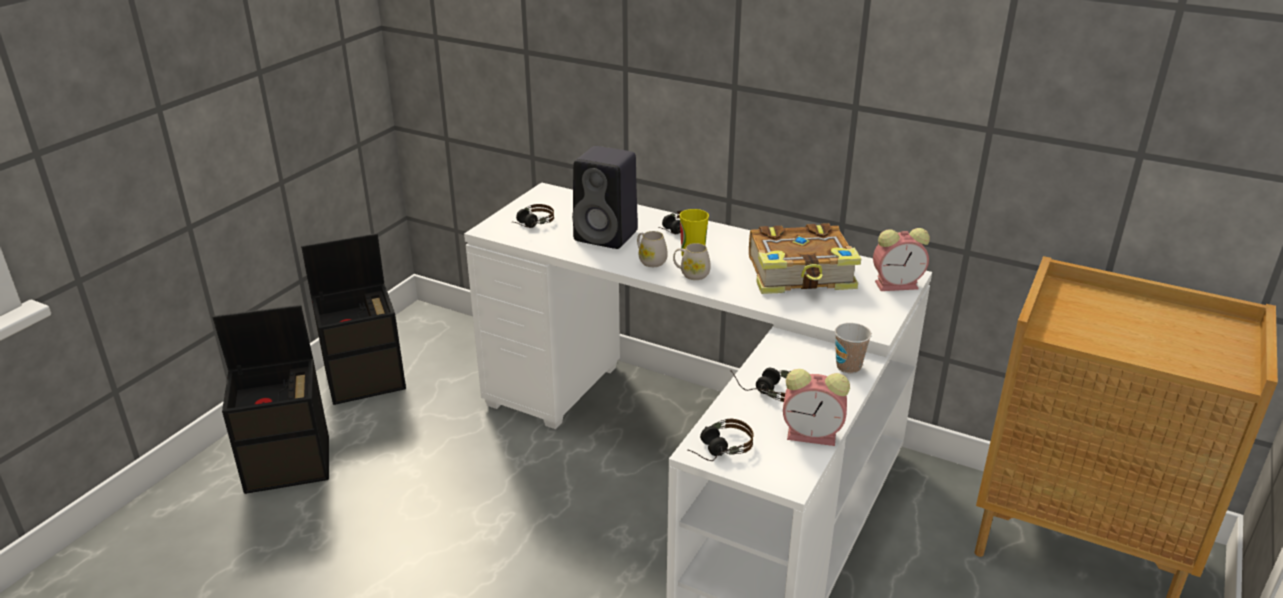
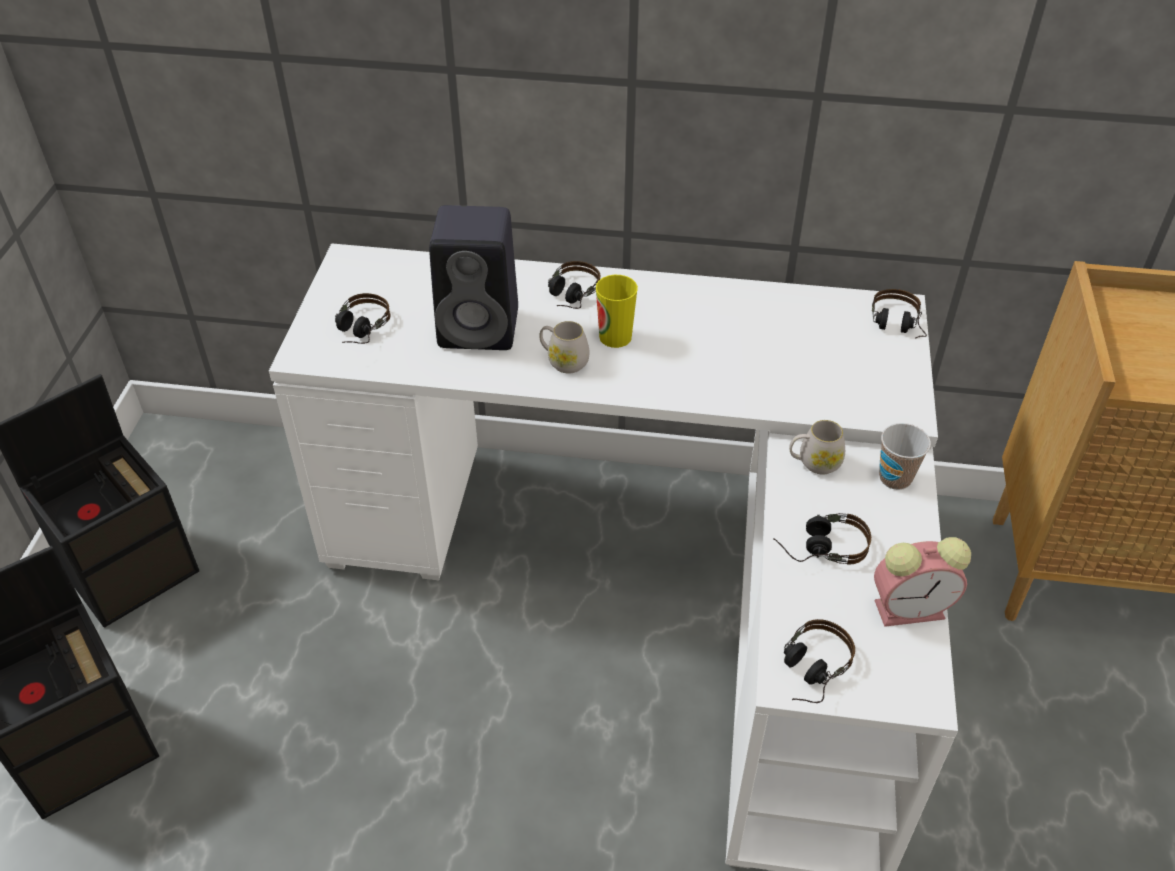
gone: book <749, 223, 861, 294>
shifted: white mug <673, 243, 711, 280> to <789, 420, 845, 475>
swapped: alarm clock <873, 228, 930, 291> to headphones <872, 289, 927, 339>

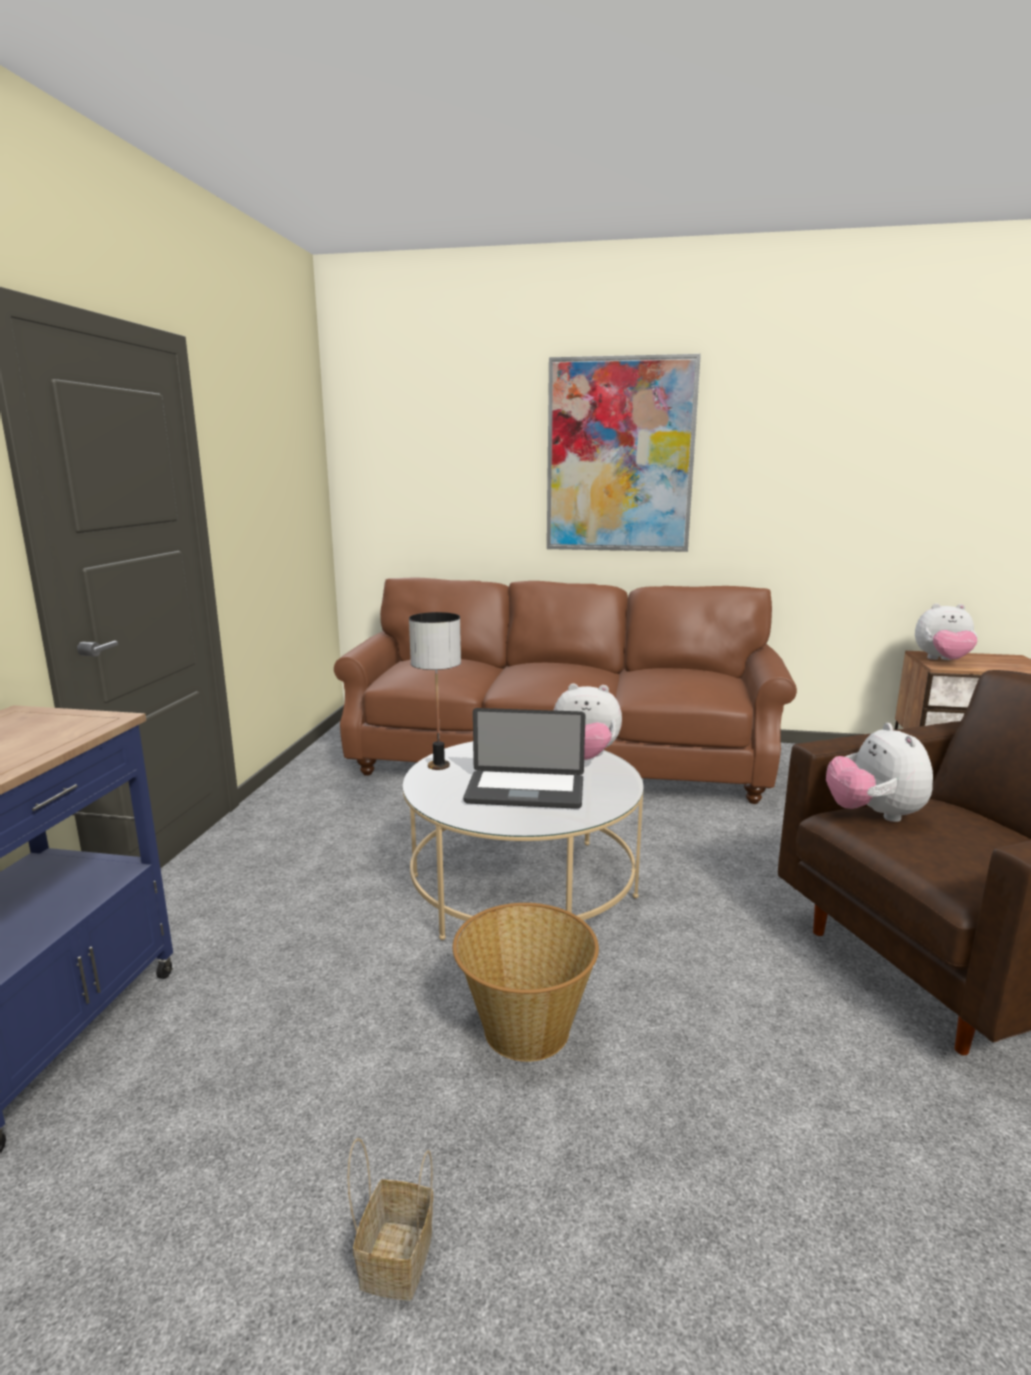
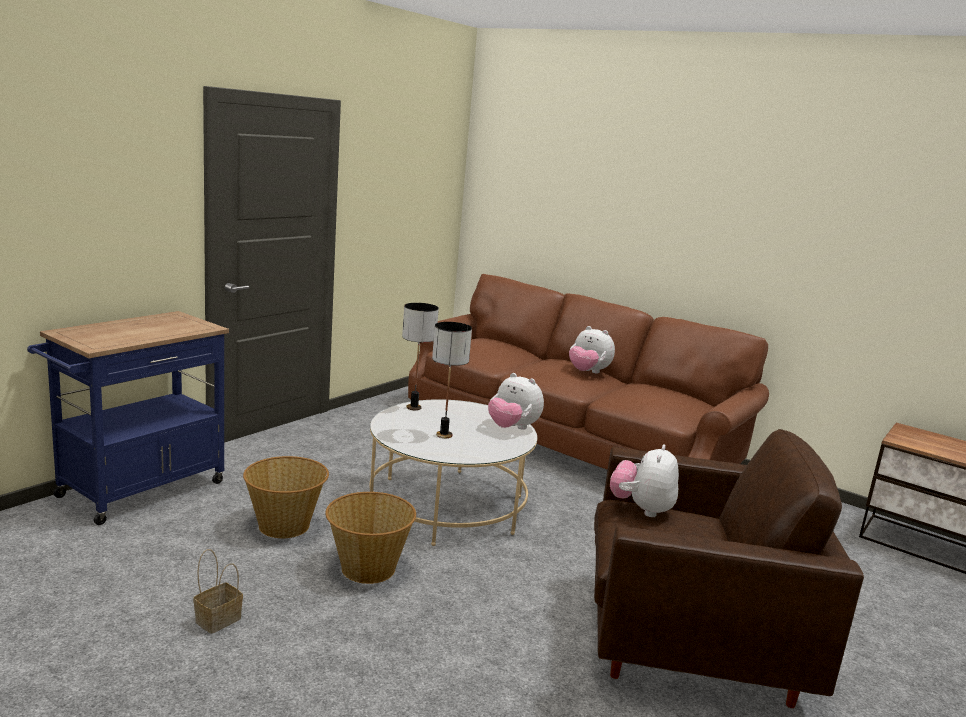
gone: picture <547, 354, 701, 552>
new: basket <243, 456, 329, 538>
shifted: plush toy <915, 603, 978, 660> to <569, 326, 615, 374>
swapped: laptop <464, 708, 585, 809> to table lamp <432, 322, 472, 438>

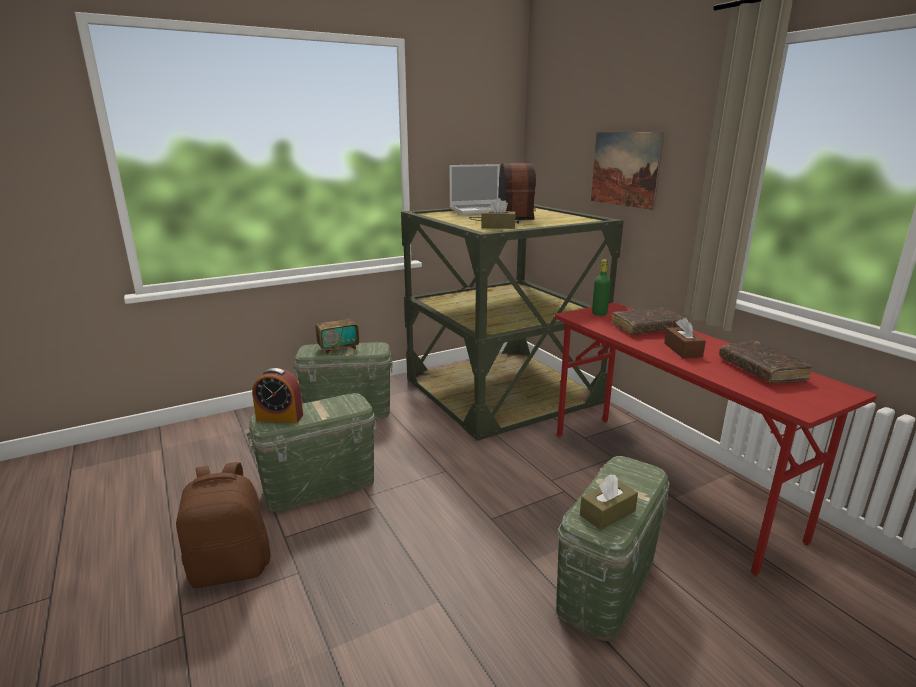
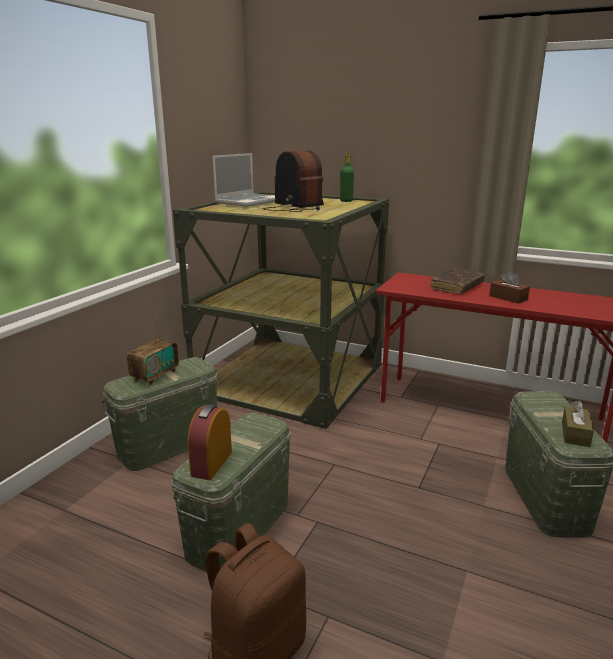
gone: brown tissue box <481, 198, 516, 229>; picture <591, 132, 664, 210>; brown book <719, 341, 812, 383>
shifted: green bottle <592, 260, 611, 316> to <340, 153, 354, 202>
rotated: alarm clock <252, 368, 303, 423> = <188, 404, 232, 480> 135 degrees clockwise

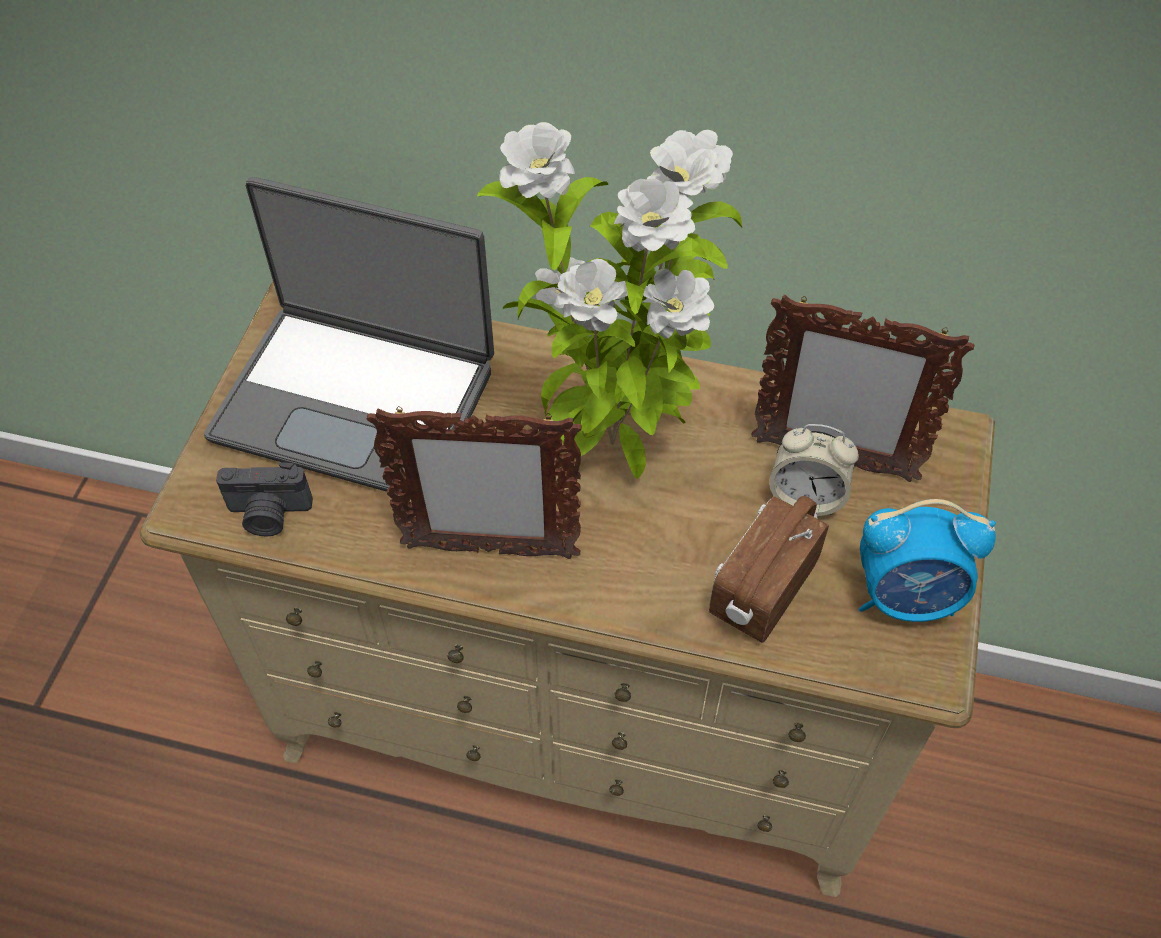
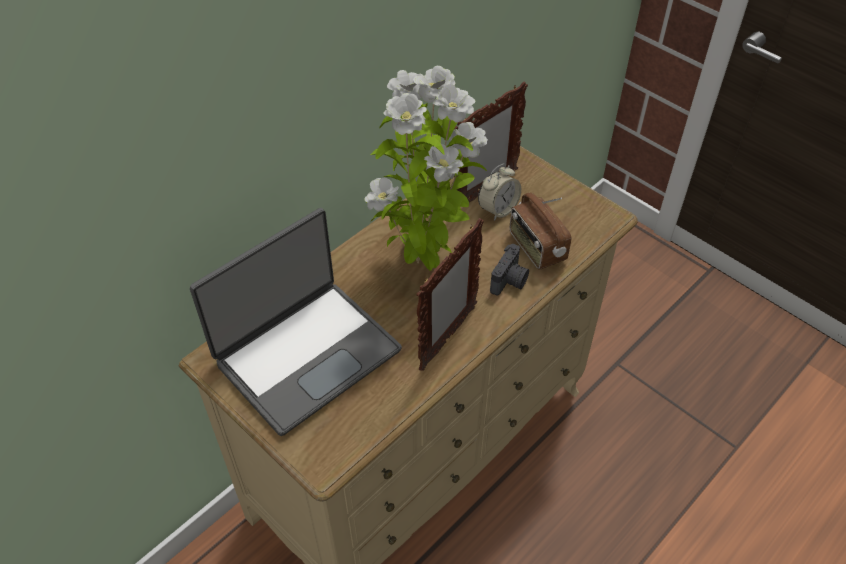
gone: alarm clock <859, 499, 996, 622>
shifted: photo camera <216, 462, 313, 537> to <490, 244, 529, 296>

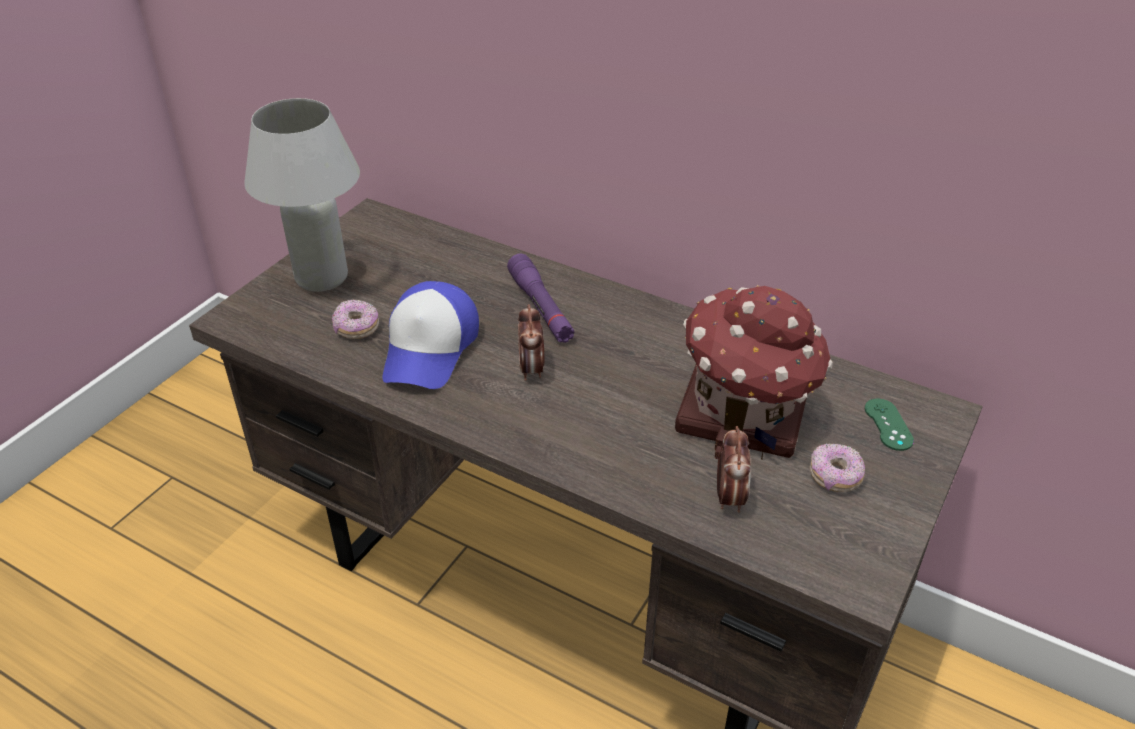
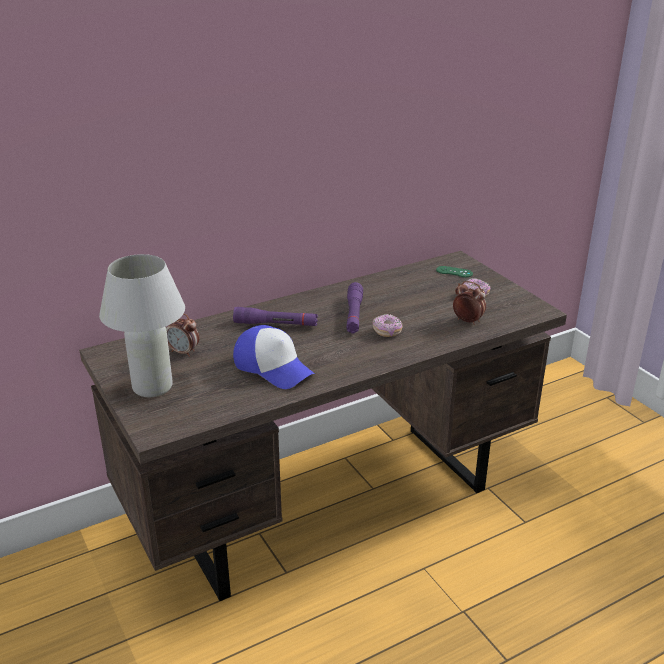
gone: toy house <675, 285, 833, 459>
new: purple flashlight <347, 282, 363, 333>
shifted: donut <332, 300, 379, 339> to <372, 314, 403, 337>; alarm clock <518, 304, 544, 381> to <166, 313, 199, 357>

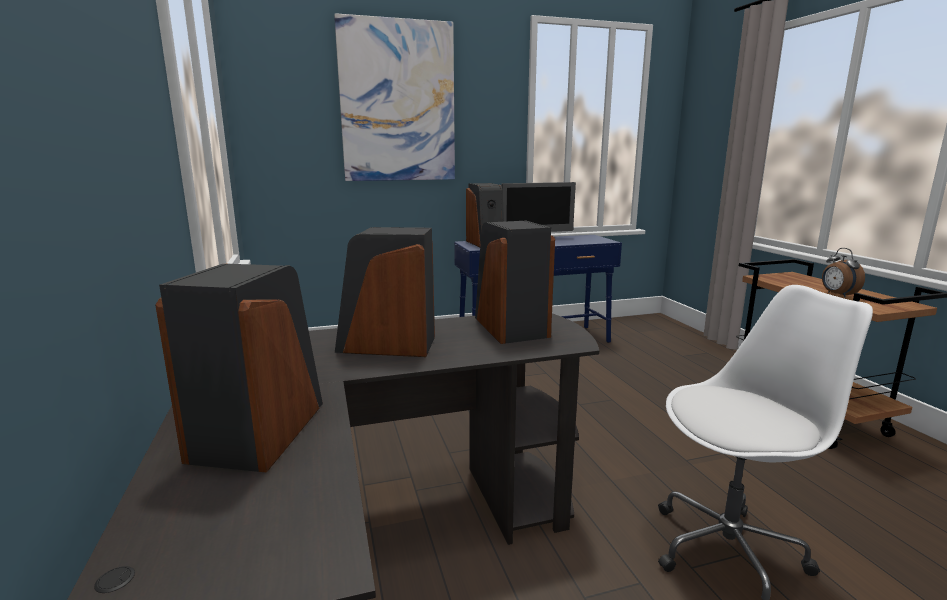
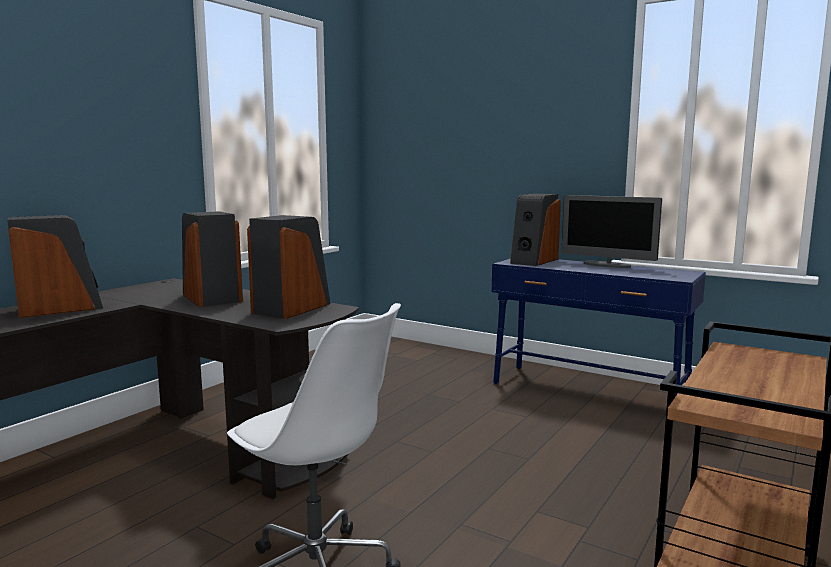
gone: picture <334, 13, 455, 181>; alarm clock <822, 248, 865, 297>

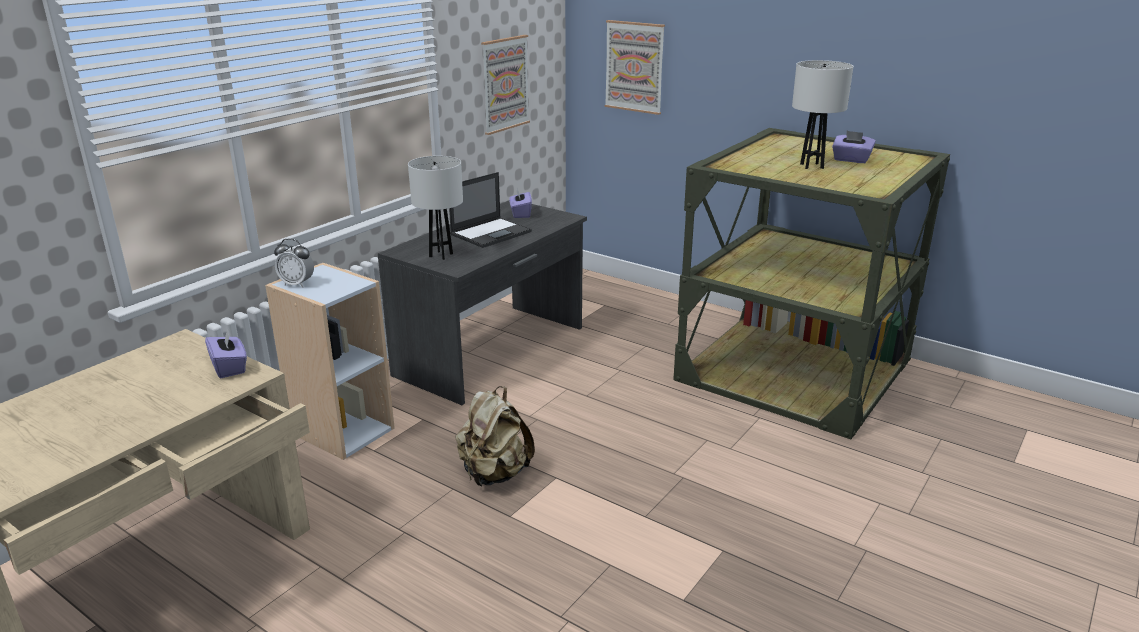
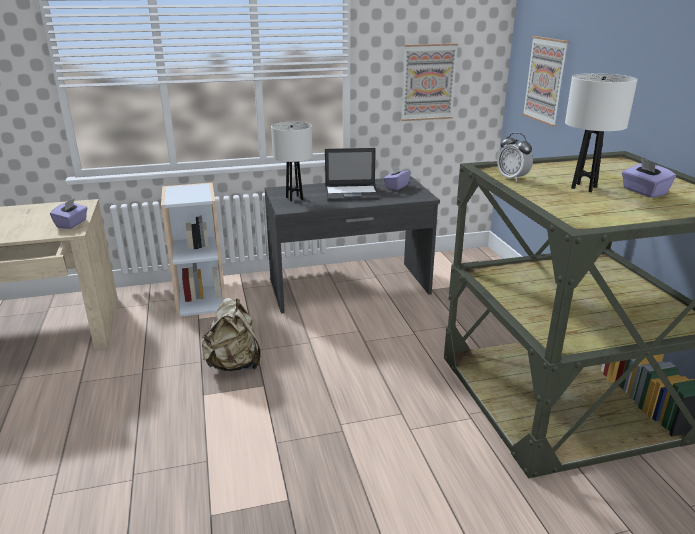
shifted: alarm clock <274, 239, 314, 287> to <497, 132, 533, 182>

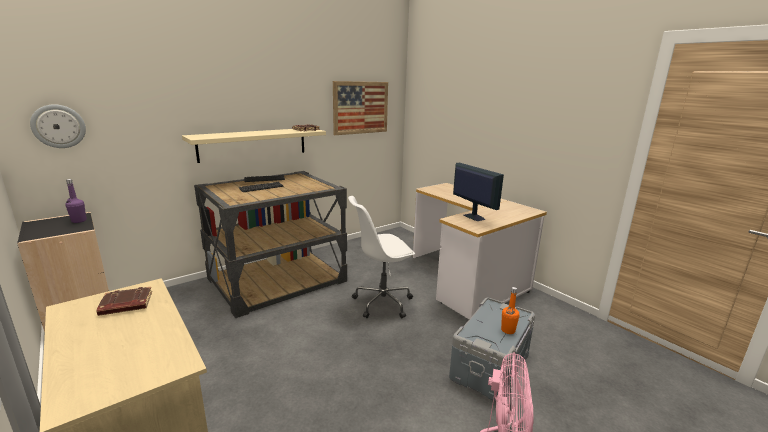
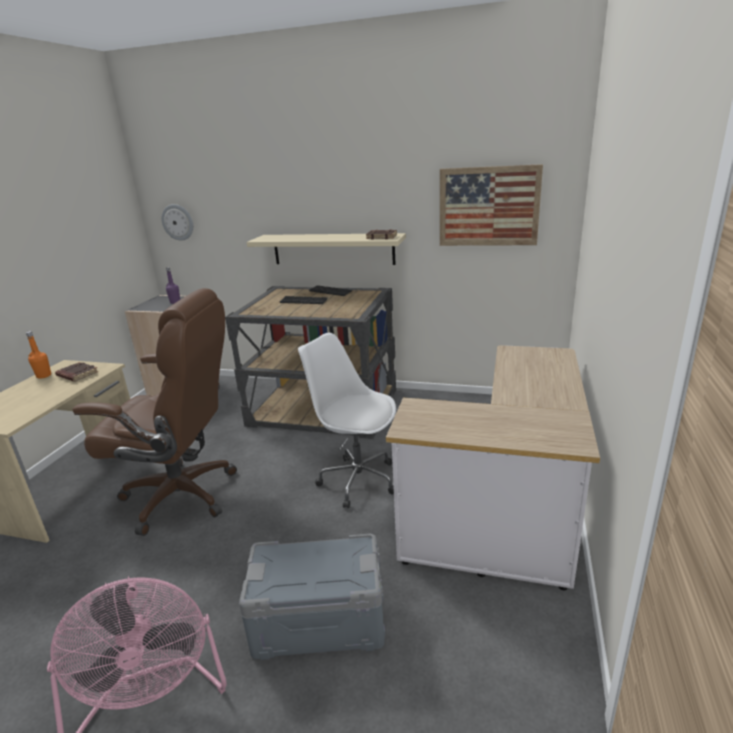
gone: monitor <453, 163, 504, 221>
new: brown office chair <72, 288, 237, 536>
shifted: orange bottle <501, 287, 519, 334> to <26, 331, 51, 379>

